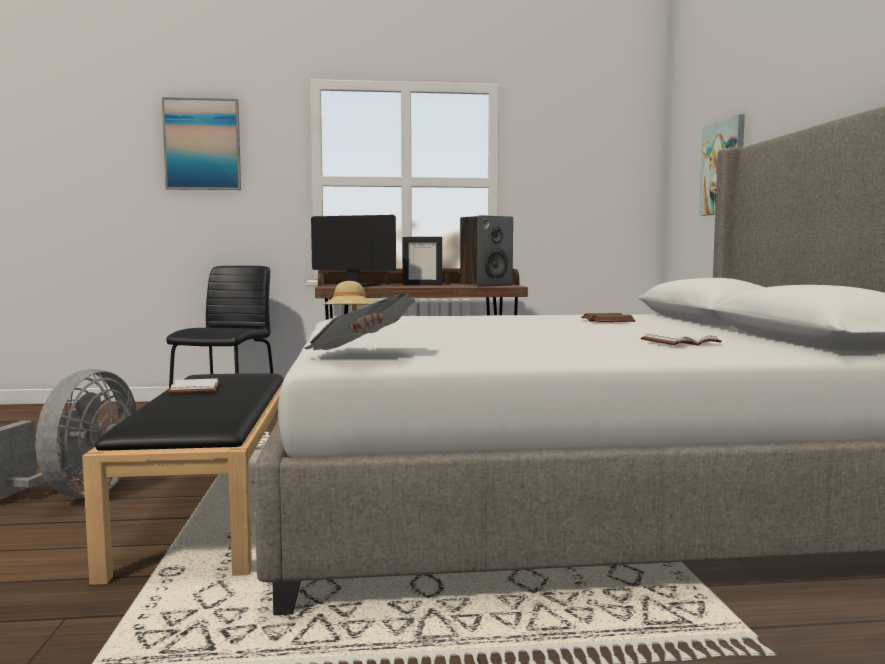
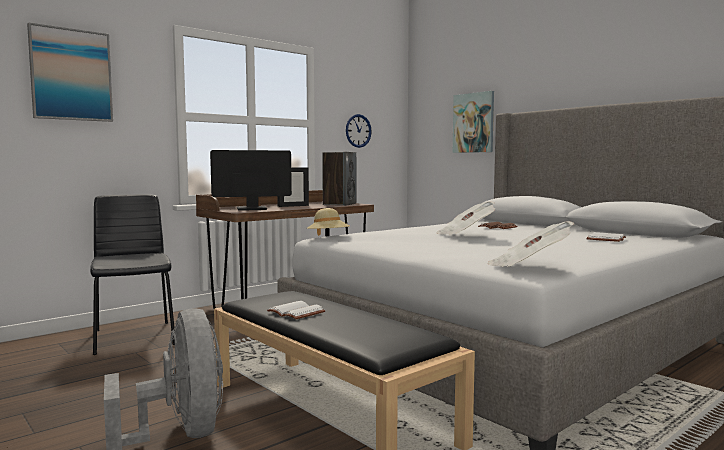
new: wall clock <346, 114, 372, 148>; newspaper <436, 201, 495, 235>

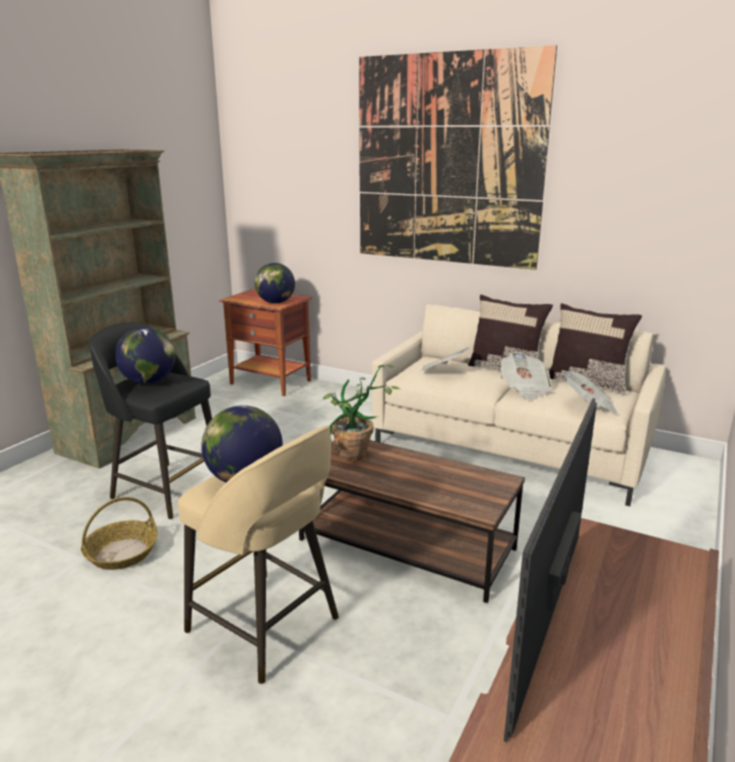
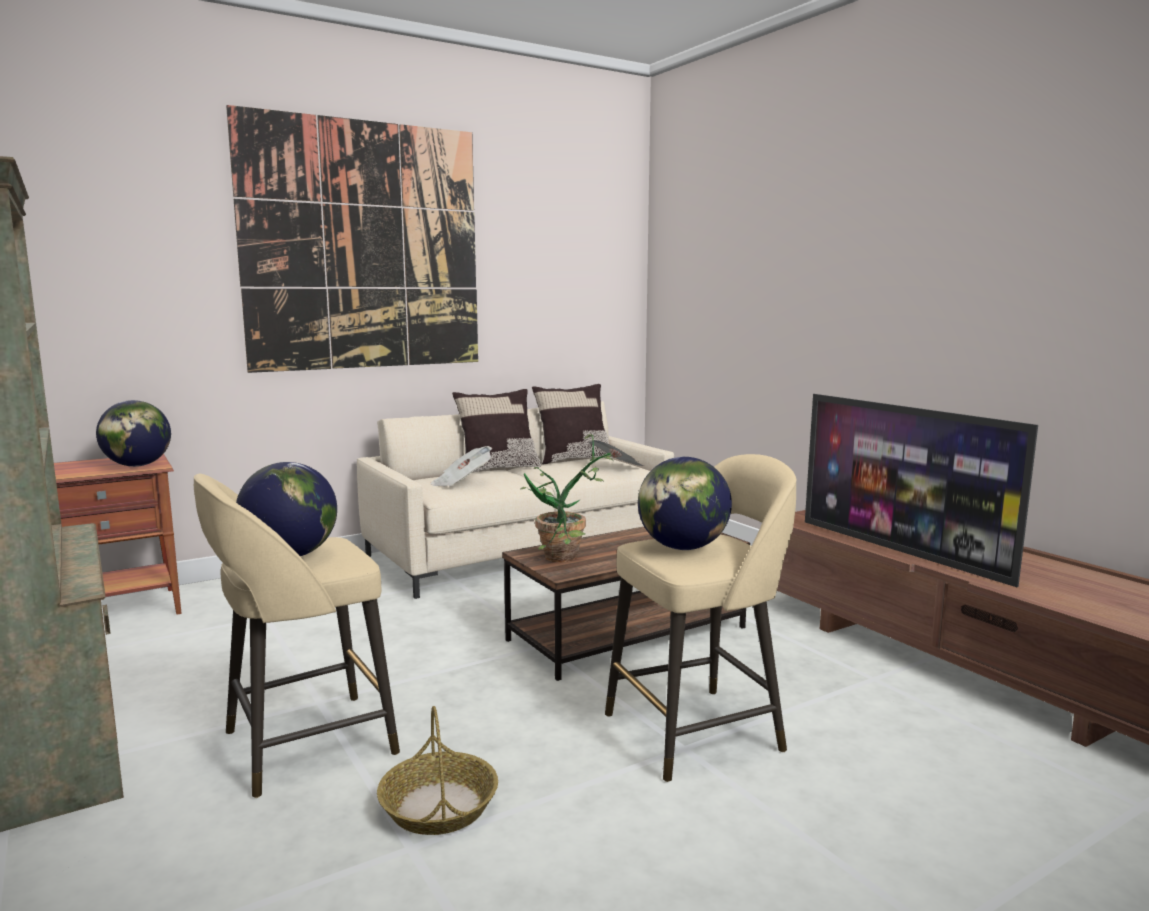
gone: newspaper <501, 352, 552, 400>
repainted: black stool <89, 322, 212, 519> to beige stool <194, 474, 400, 798>

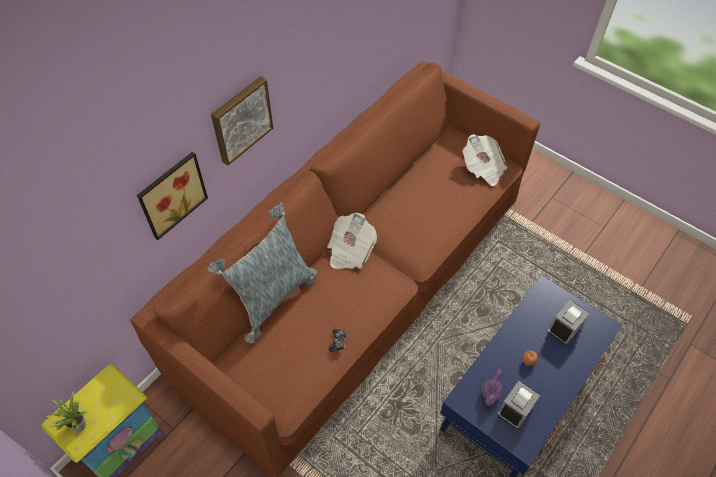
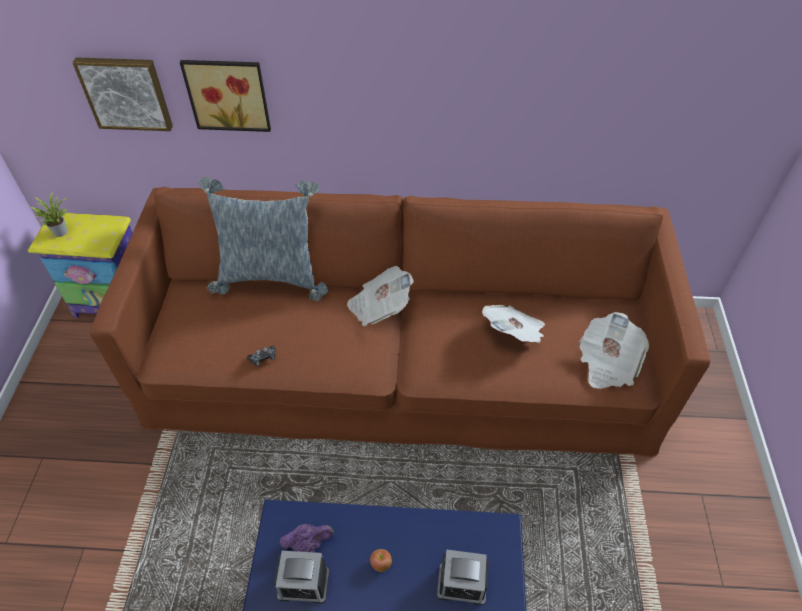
new: newspaper <482, 305, 545, 343>
shifted: picture <211, 76, 273, 166> to <72, 57, 173, 131>

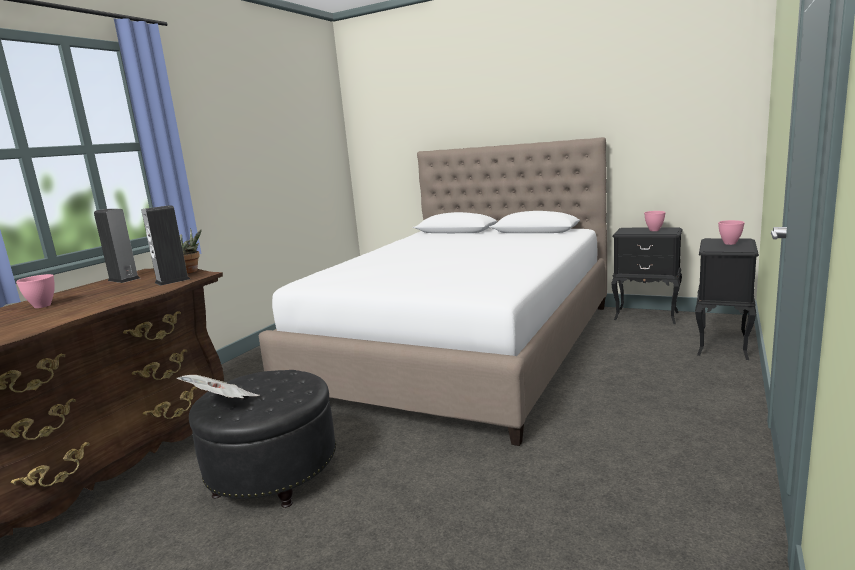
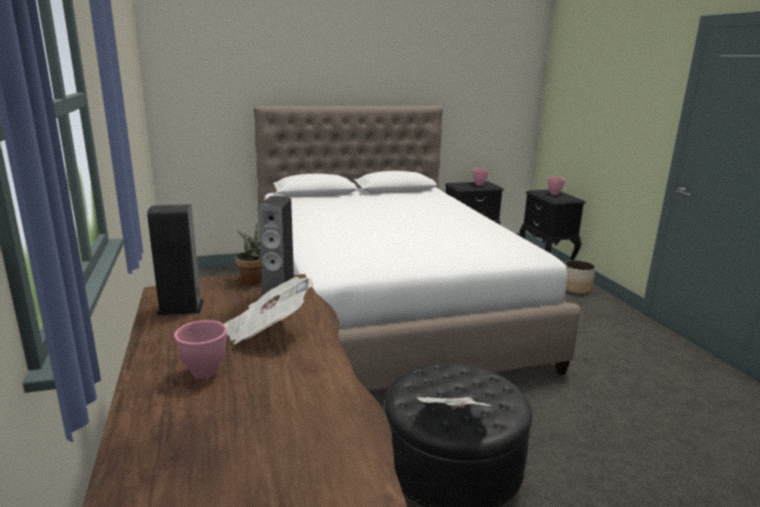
new: newspaper <224, 277, 313, 344>; planter <564, 260, 596, 294>

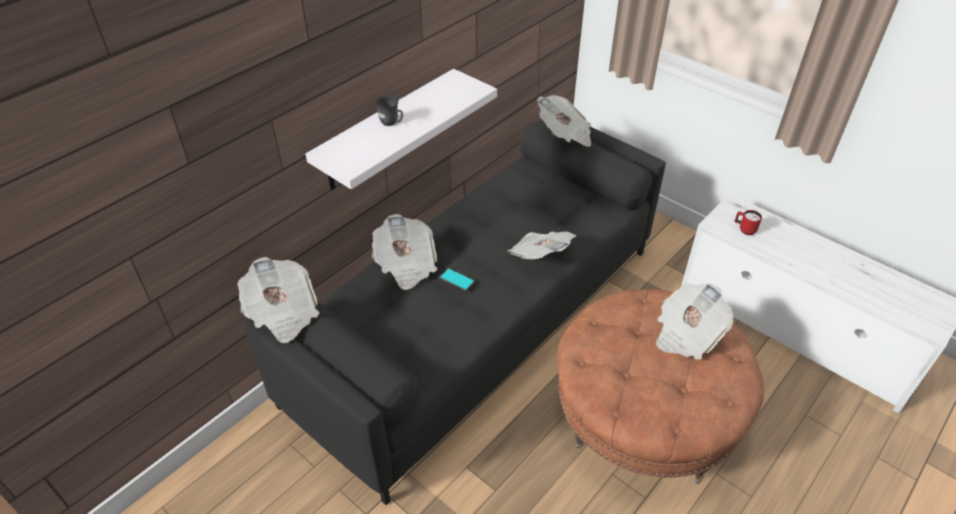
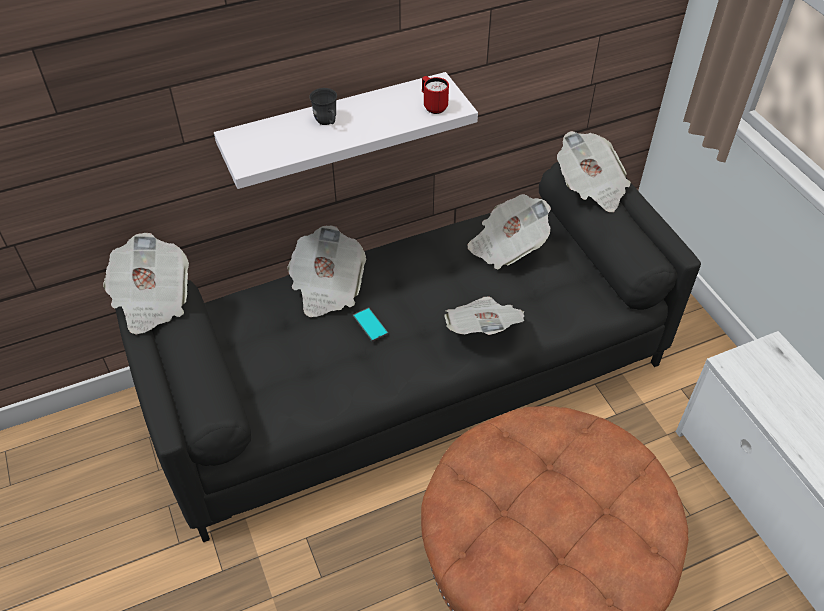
shifted: newspaper <656, 283, 733, 360> to <468, 194, 551, 270>; red mug <734, 210, 762, 235> to <422, 76, 449, 114>

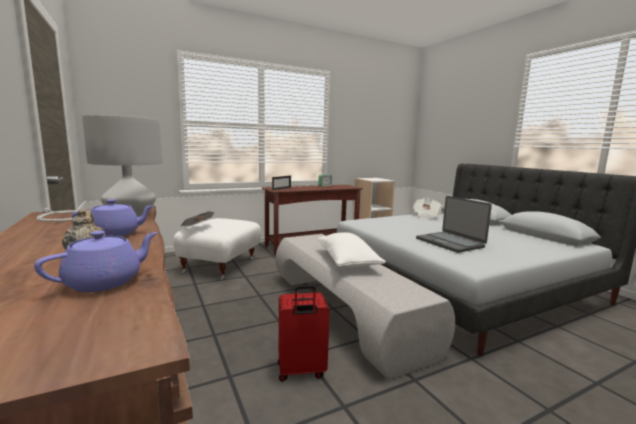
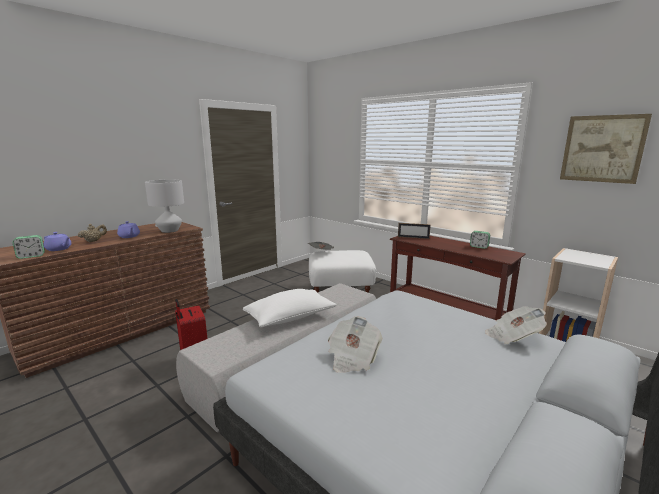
new: alarm clock <12, 235, 45, 259>; picture <560, 114, 652, 184>
swapped: laptop <416, 196, 492, 253> to newspaper <328, 316, 382, 373>

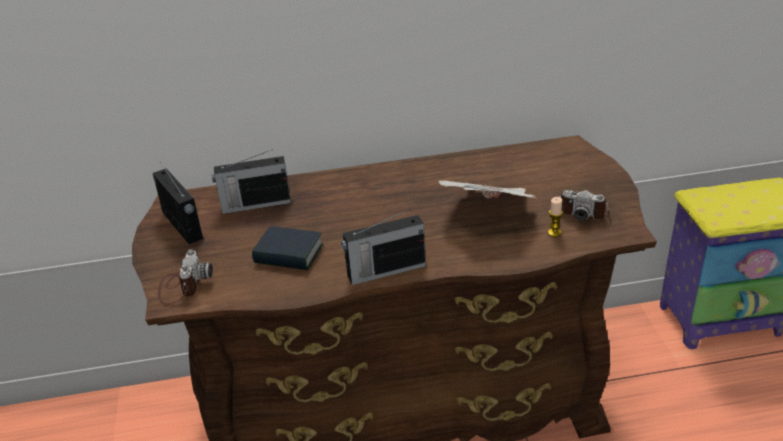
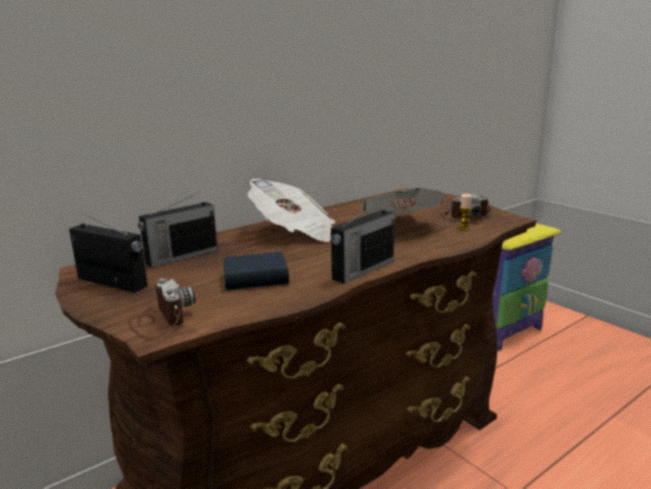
new: newspaper <247, 179, 335, 242>

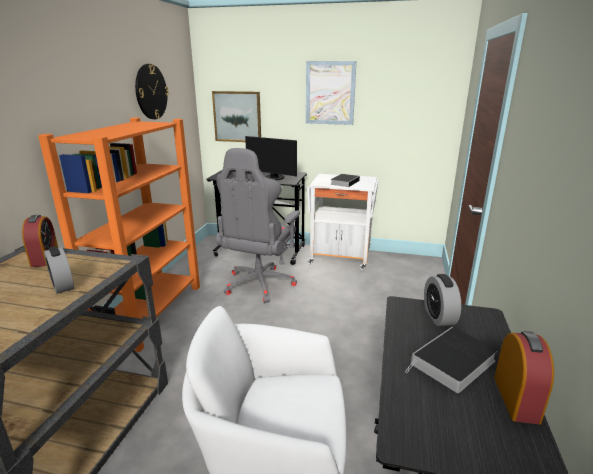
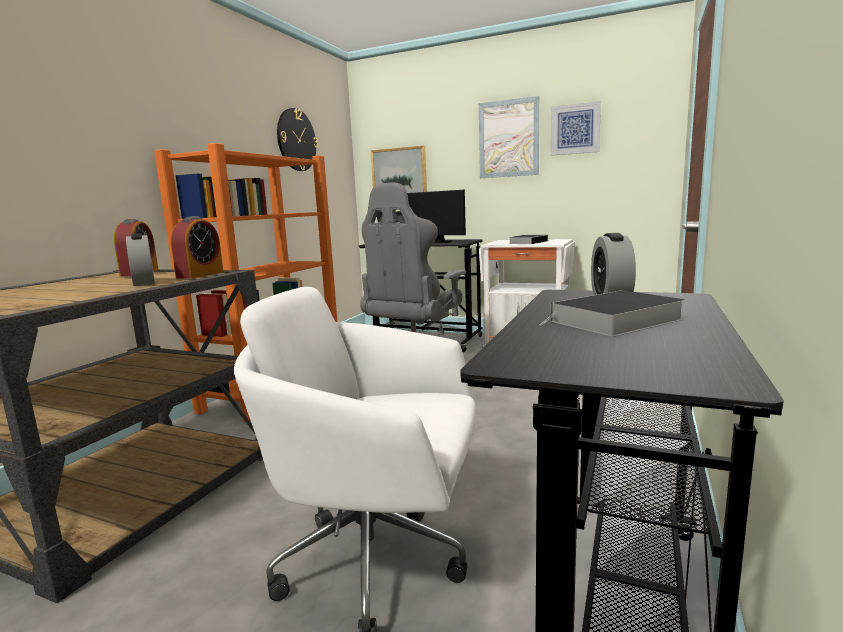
new: picture <551, 101, 601, 156>
shifted: alarm clock <494, 331, 554, 424> to <171, 216, 224, 279>

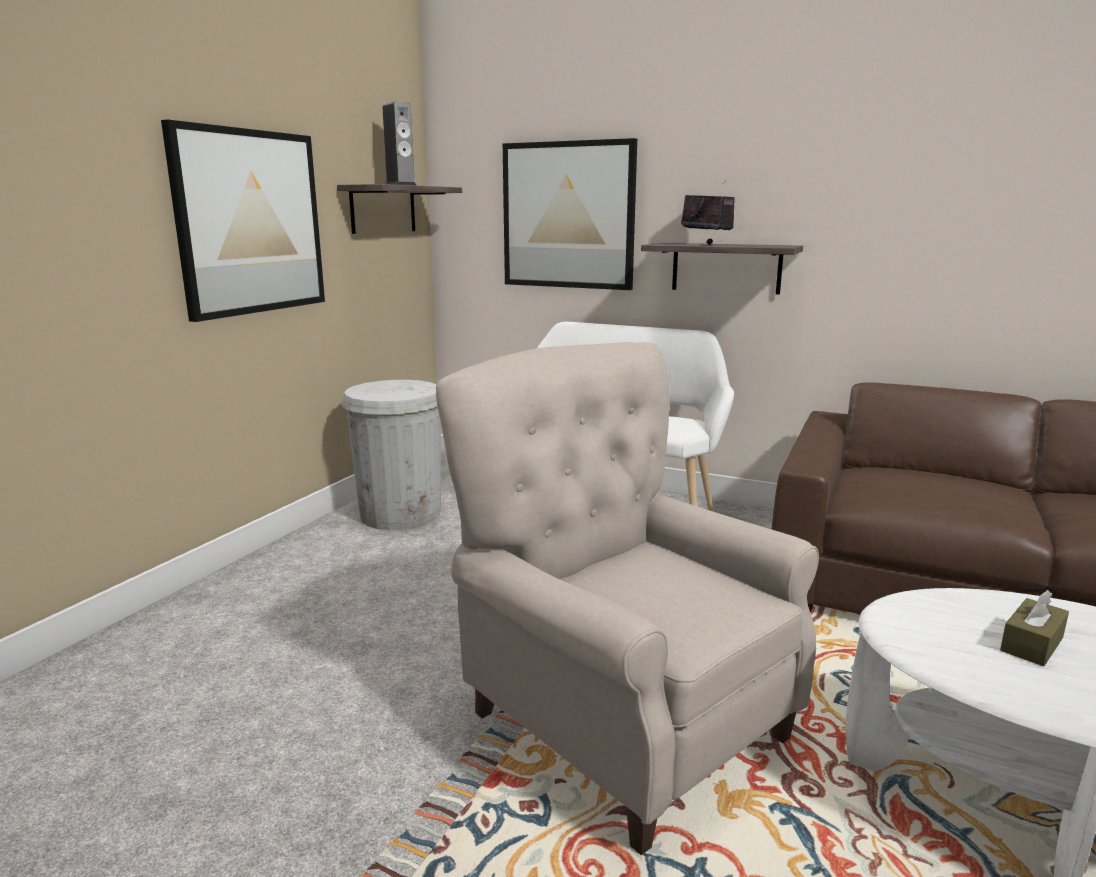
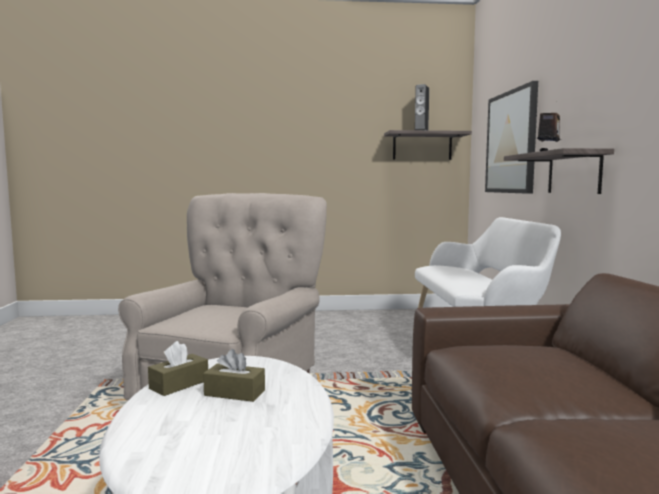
gone: picture <161, 119, 325, 322>; white trash can <342, 380, 441, 530>
new: brown tissue box <148, 341, 208, 396>

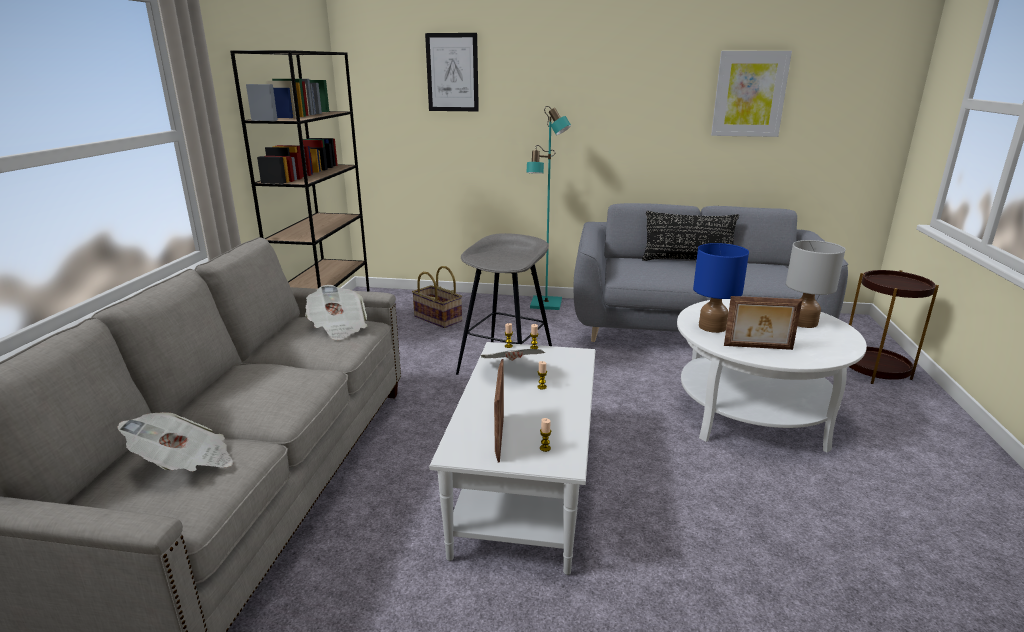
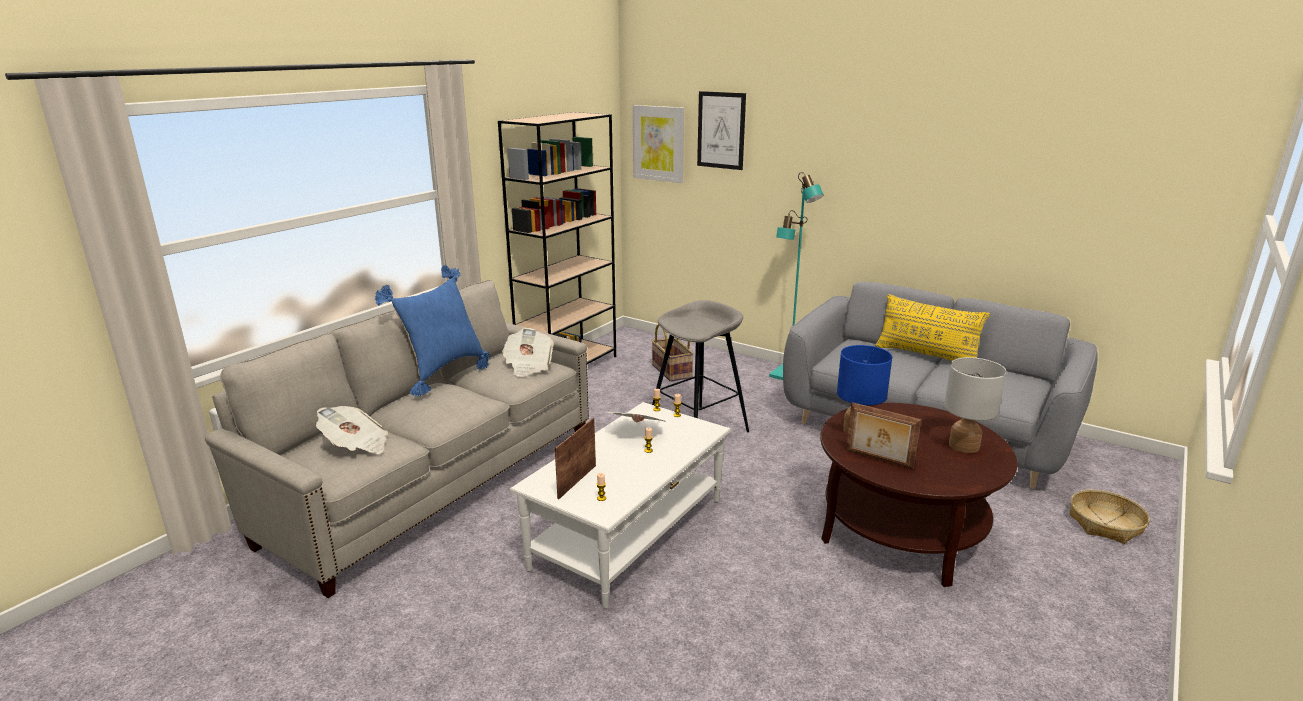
new: blue pillow <374, 265, 491, 397>
shifted: picture <711, 51, 792, 137> to <633, 105, 684, 183>
swapped: brown side table <849, 270, 939, 384> to basket <1070, 490, 1150, 544>
repainted: black pillow <642, 211, 739, 261> to yellow pillow <875, 294, 990, 361>; white coffee table <677, 299, 867, 452> to brown coffee table <820, 403, 1017, 587>

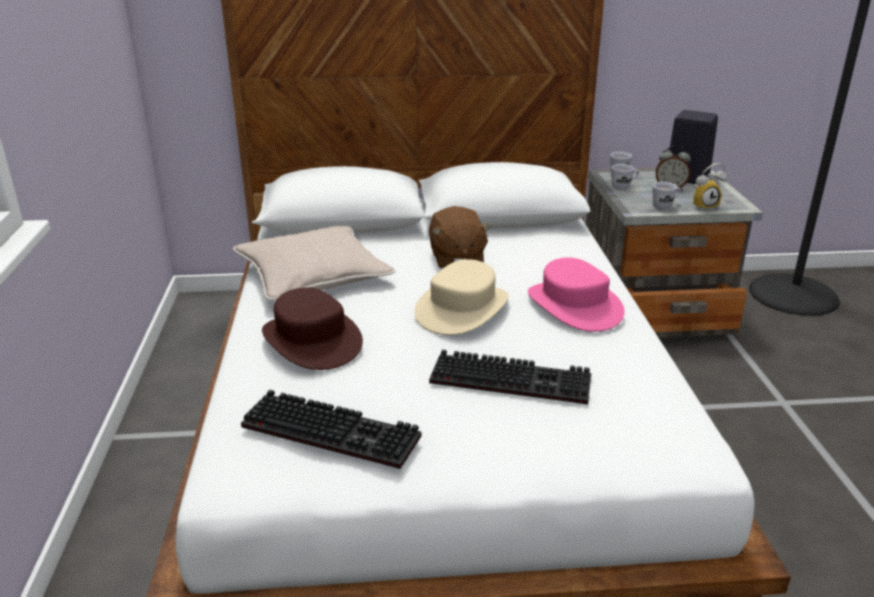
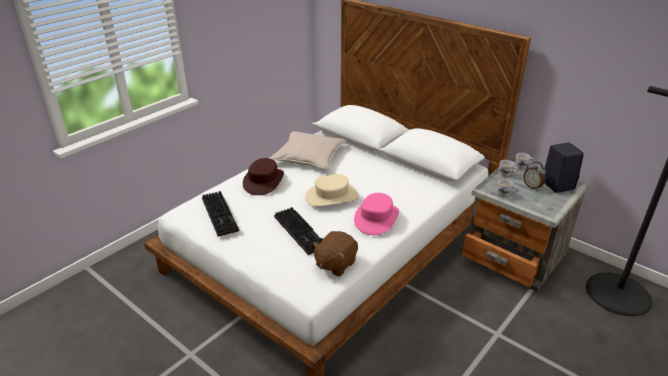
gone: alarm clock <693, 163, 727, 211>
shifted: brown plush toy <429, 206, 491, 269> to <313, 231, 358, 276>

